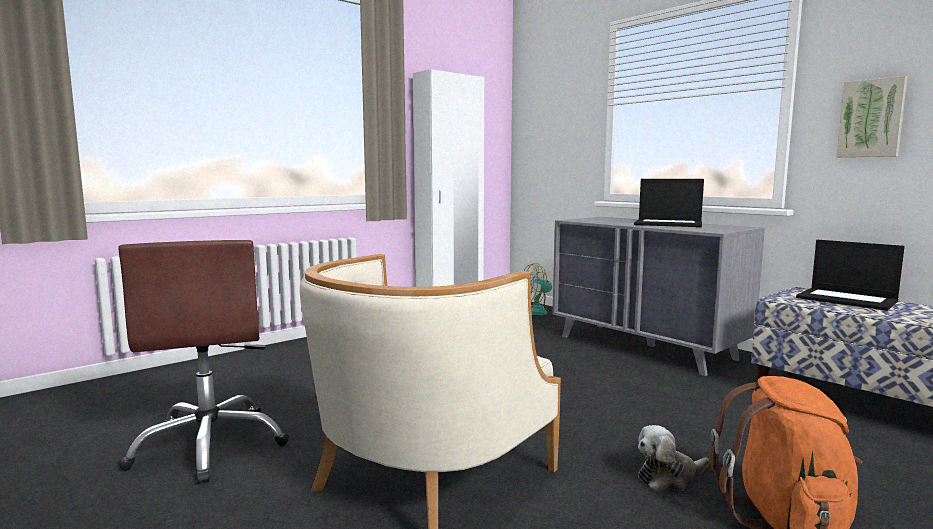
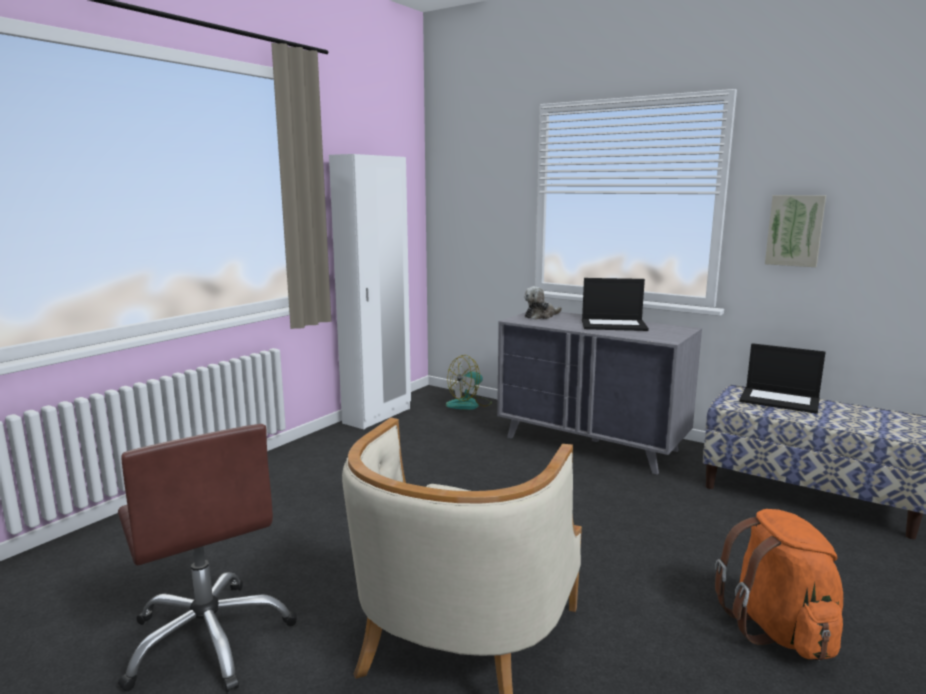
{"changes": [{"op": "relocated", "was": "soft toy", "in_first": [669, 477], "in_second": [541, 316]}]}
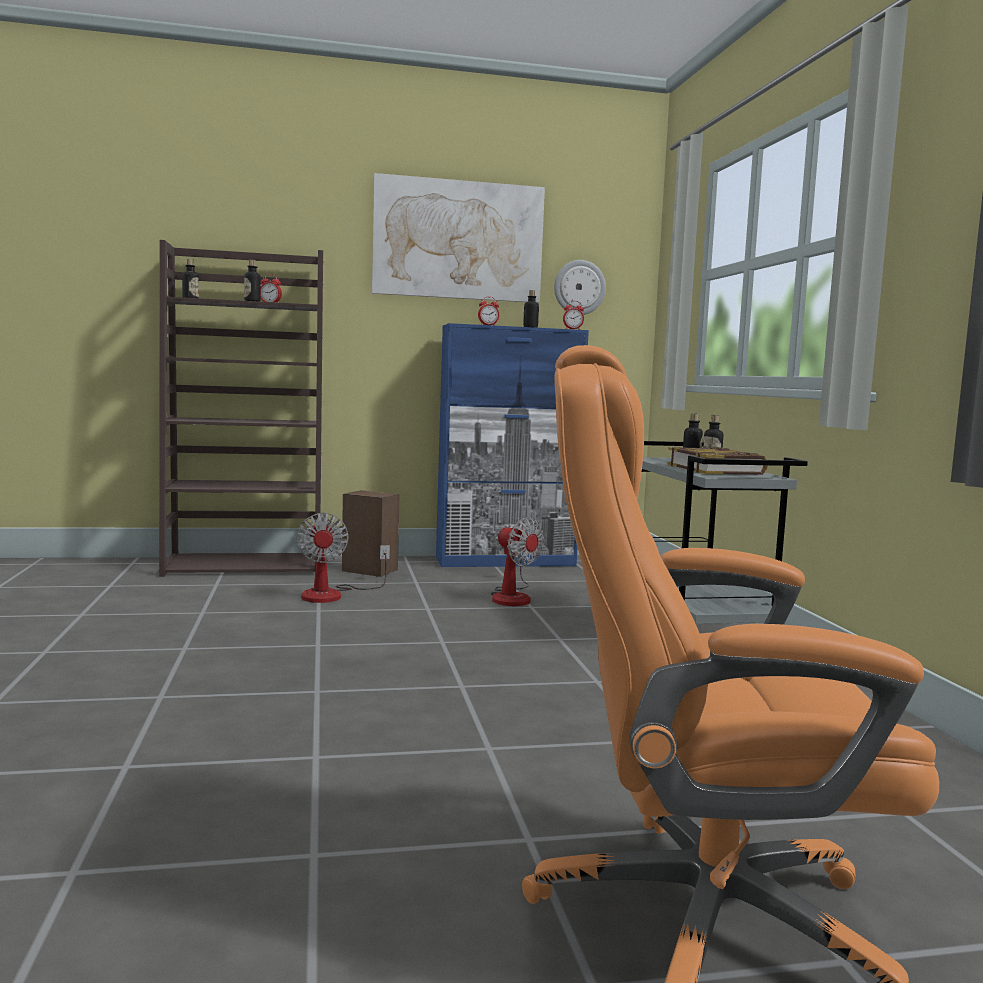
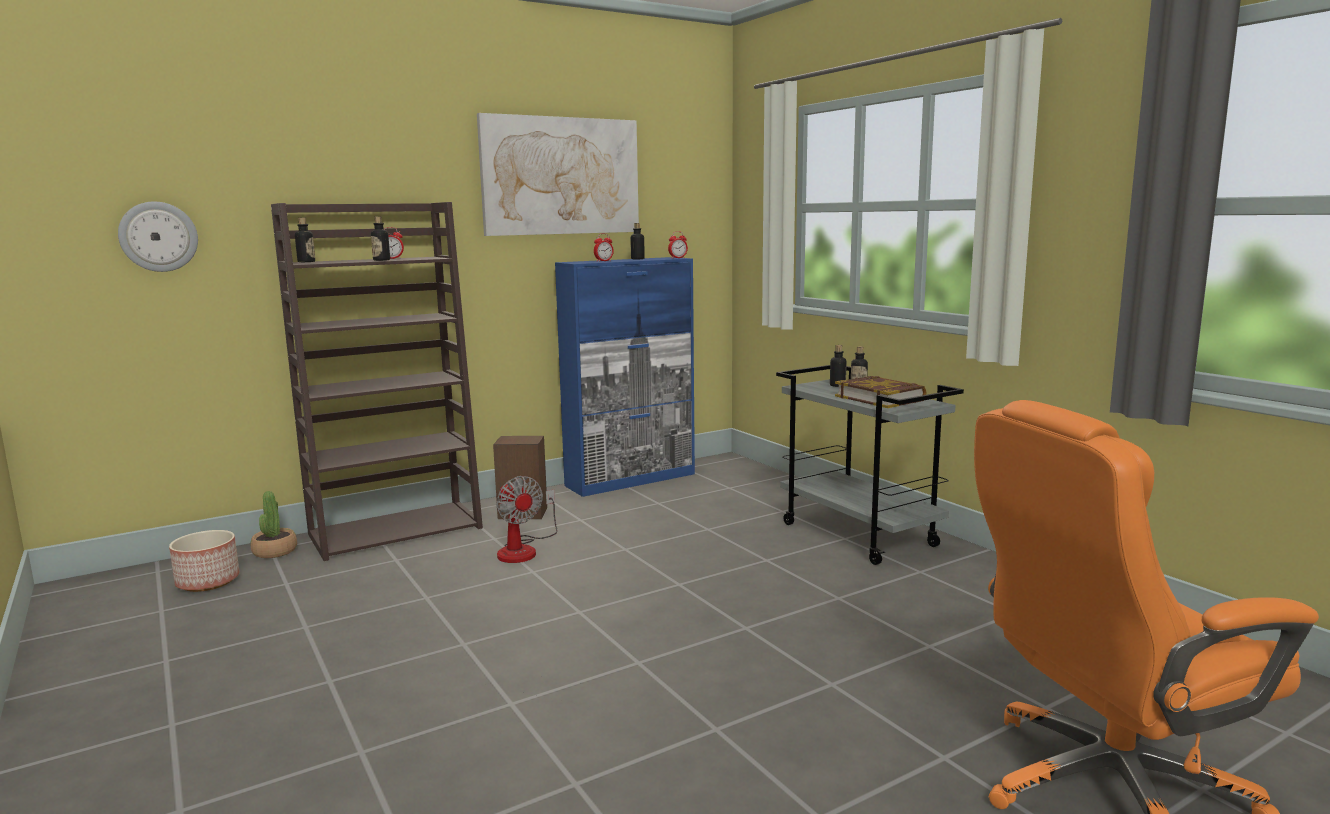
{"changes": [{"op": "relocated", "was": "hanging clock", "in_first": [579, 287], "in_second": [158, 236]}, {"op": "missing", "was": "cooling fan", "in_first": [512, 597]}, {"op": "appeared", "now": "potted plant", "in_second": [274, 551]}, {"op": "appeared", "now": "planter", "in_second": [209, 581]}]}
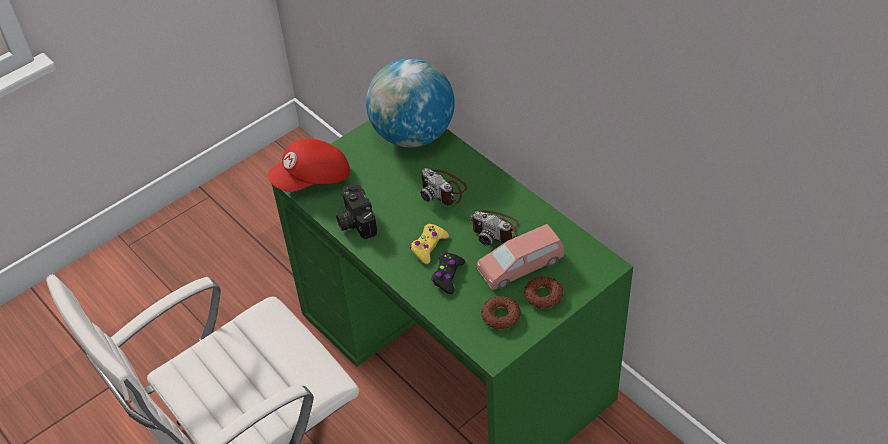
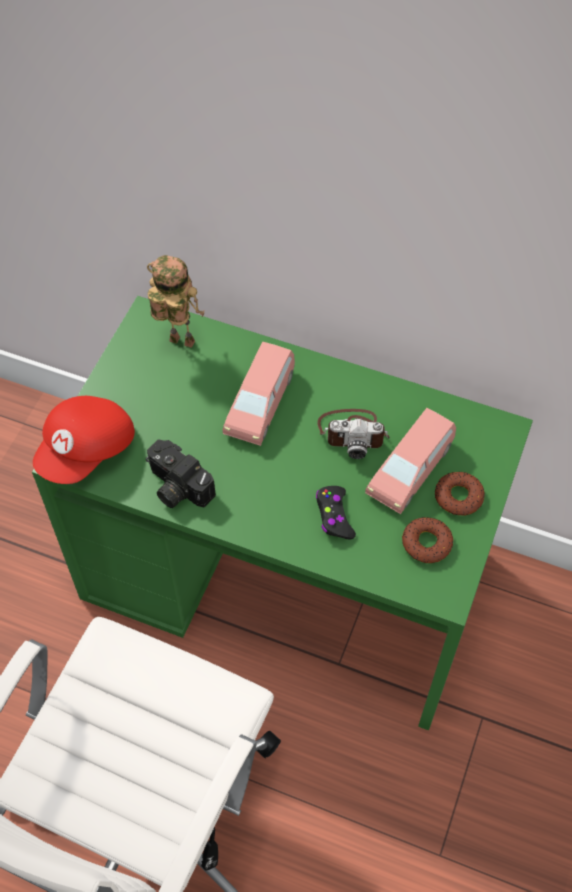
{"changes": [{"op": "exchanged", "was": "desk globe", "now": "toy robot", "in_first": [413, 135], "in_second": [179, 343]}, {"op": "exchanged", "was": "photo camera", "now": "pinkish toy car", "in_first": [443, 189], "in_second": [260, 403]}, {"op": "missing", "was": "yellow game controller", "in_first": [428, 246]}]}
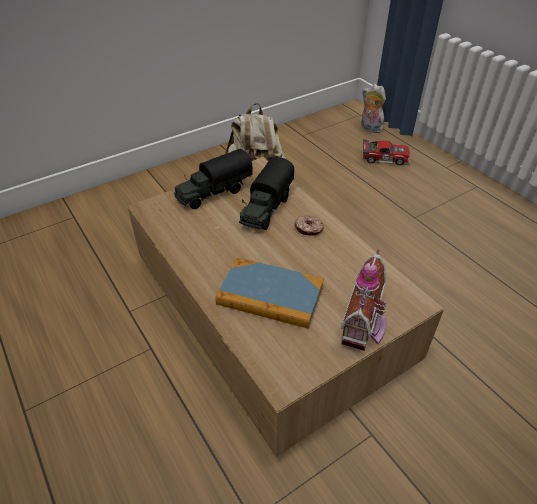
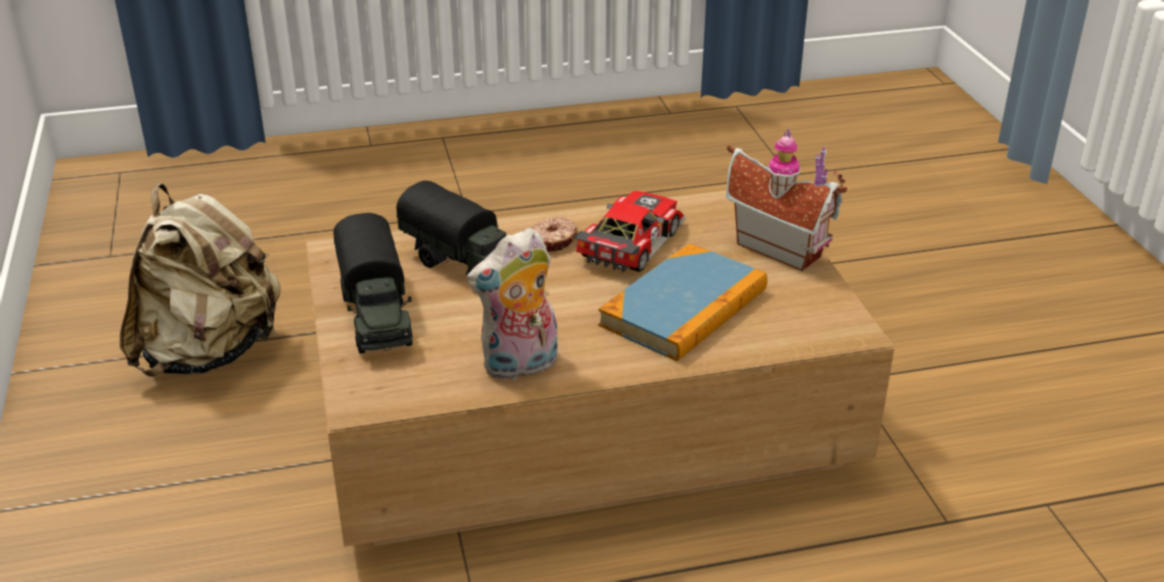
{"changes": [{"op": "relocated", "was": "soft toy", "in_first": [369, 128], "in_second": [520, 367]}, {"op": "relocated", "was": "toy car", "in_first": [384, 157], "in_second": [627, 243]}]}
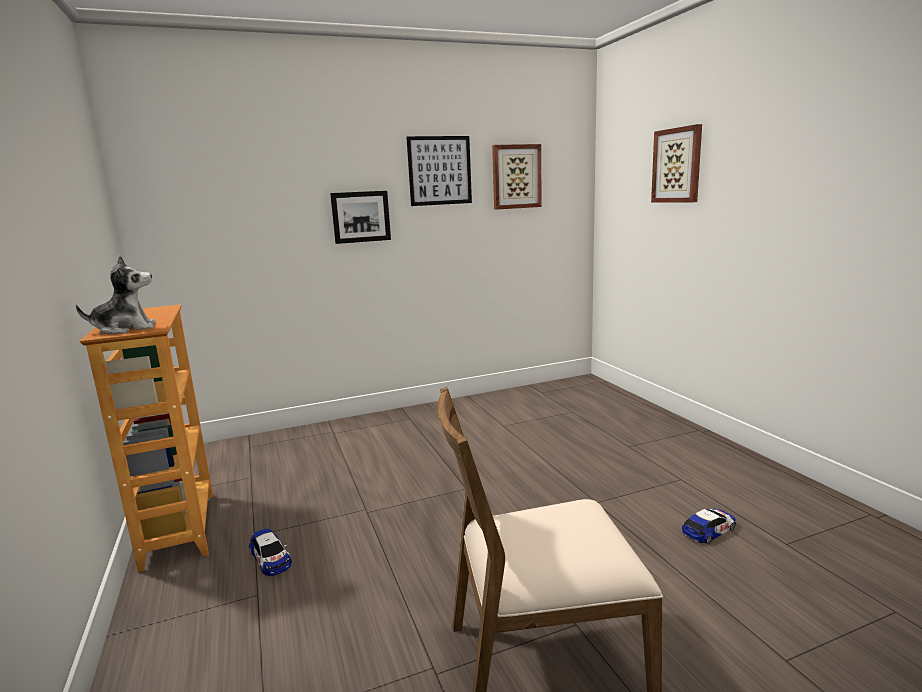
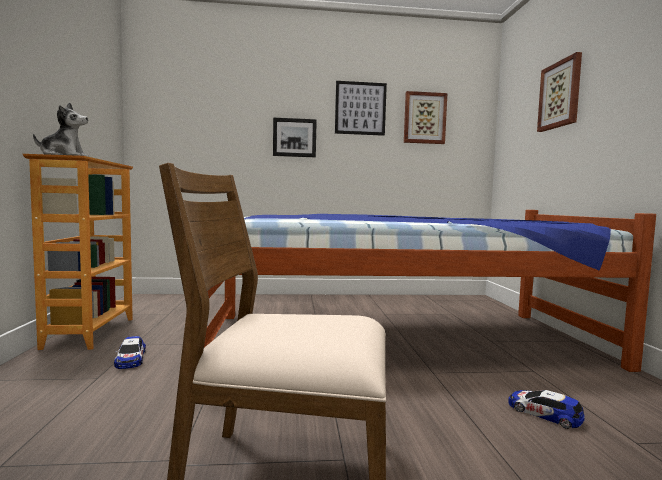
{"changes": [{"op": "spun", "was": "toy car", "in_first": [709, 530], "in_second": [544, 413], "clockwise": -120}, {"op": "appeared", "now": "bedroom bed", "in_second": [399, 339]}]}
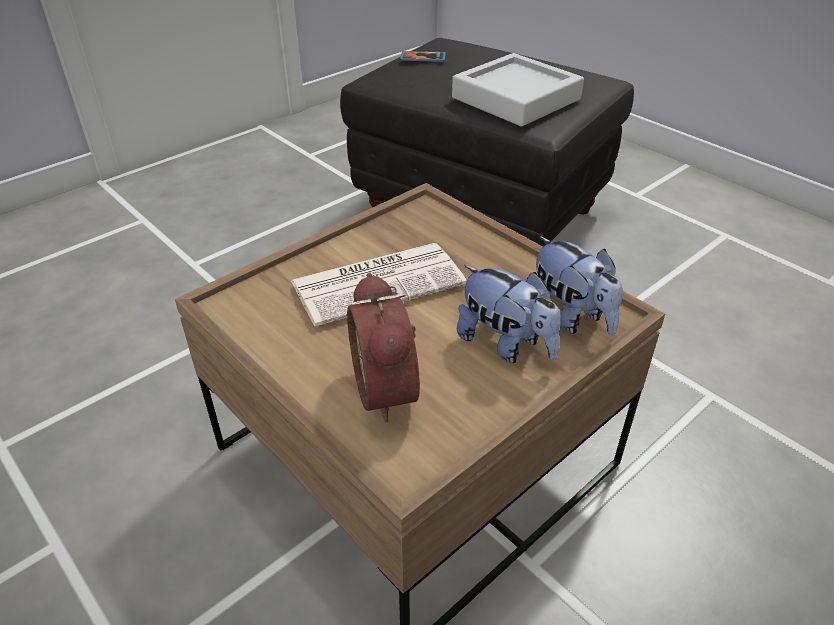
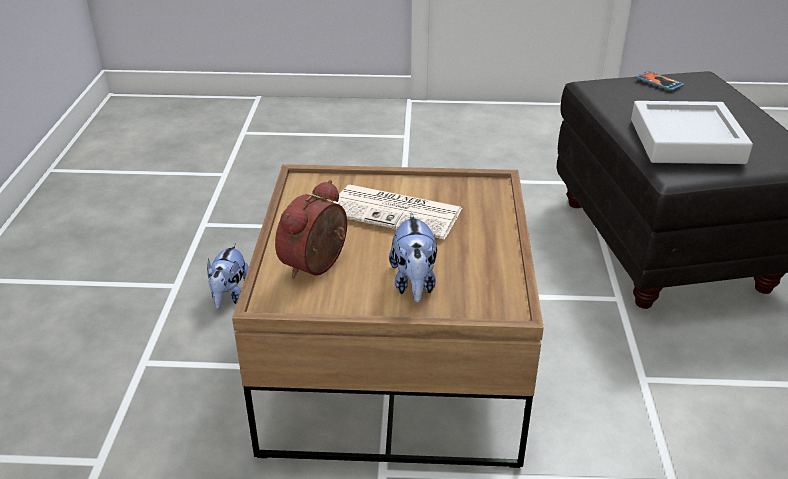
{"changes": [{"op": "relocated", "was": "soft toy", "in_first": [569, 317], "in_second": [229, 295]}]}
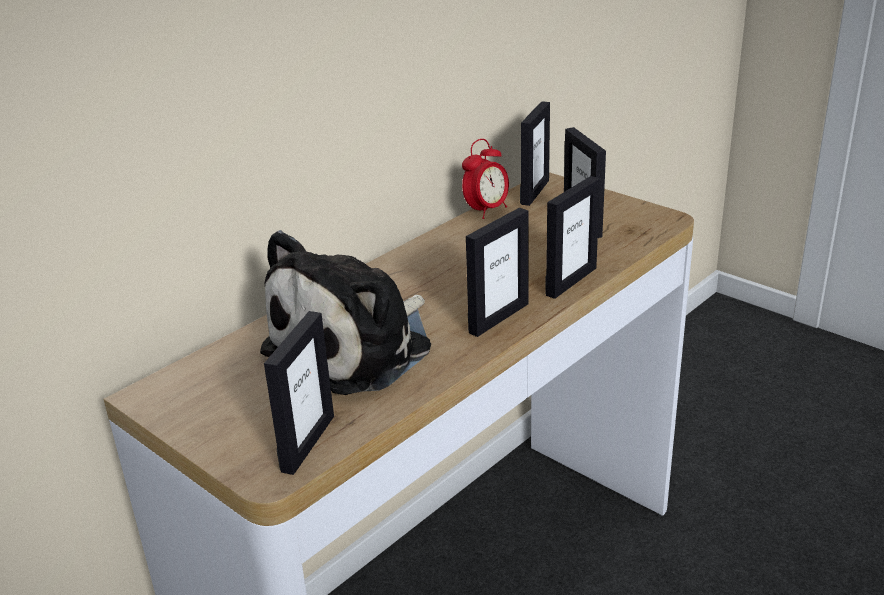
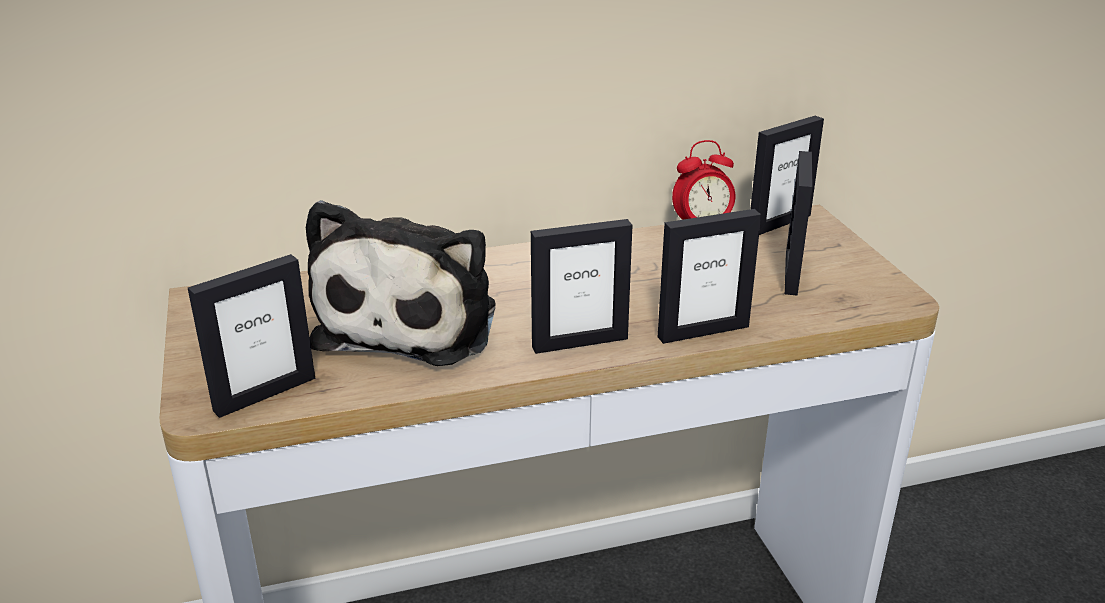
{"changes": [{"op": "spun", "was": "soft toy", "in_first": [356, 347], "in_second": [413, 321], "clockwise": -60}]}
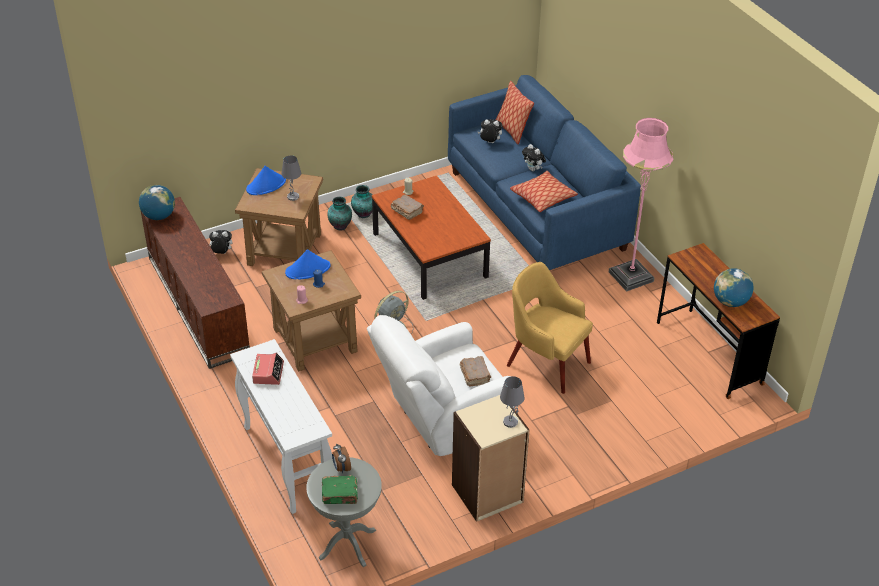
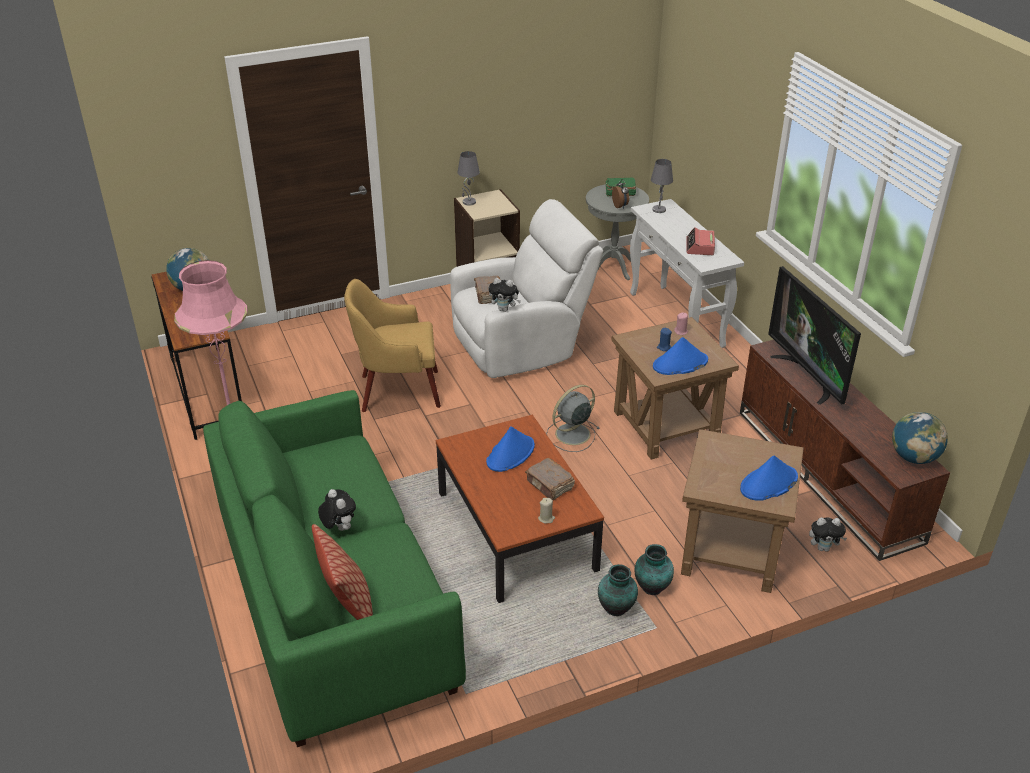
{"changes": [{"op": "colour", "was": "blue-coloured sofa", "now": "green sofa", "in_first": [536, 210], "in_second": [334, 602]}, {"op": "relocated", "was": "soft toy", "in_first": [489, 143], "in_second": [504, 309]}, {"op": "relocated", "was": "gray tabletop lamp", "in_first": [293, 197], "in_second": [659, 209]}, {"op": "missing", "was": "cushion", "in_first": [543, 197]}, {"op": "spun", "was": "yellow lounge chair", "in_first": [546, 362], "in_second": [397, 391], "clockwise": 135}, {"op": "appeared", "now": "TV", "in_second": [807, 376]}, {"op": "appeared", "now": "blue-coloured clothing hat", "in_second": [510, 454]}]}
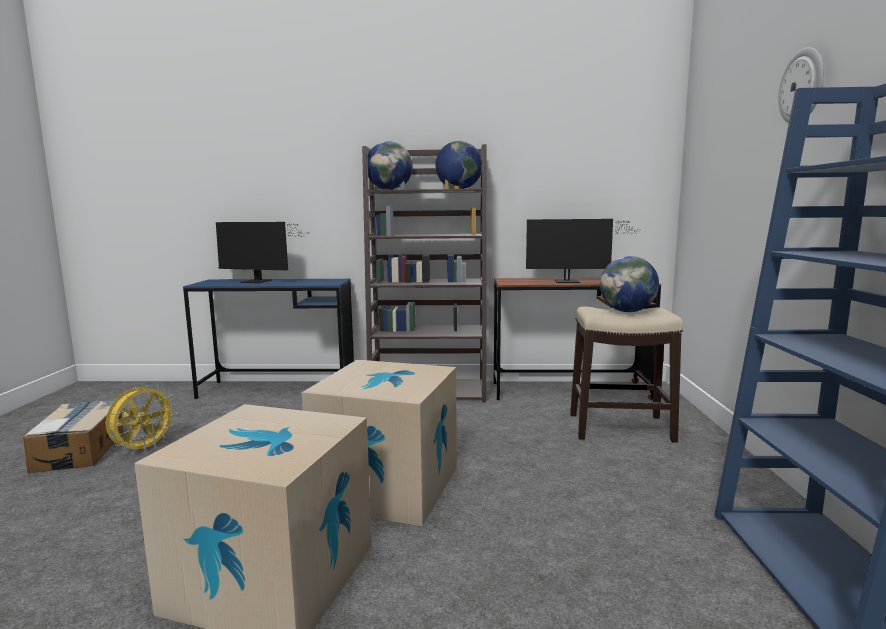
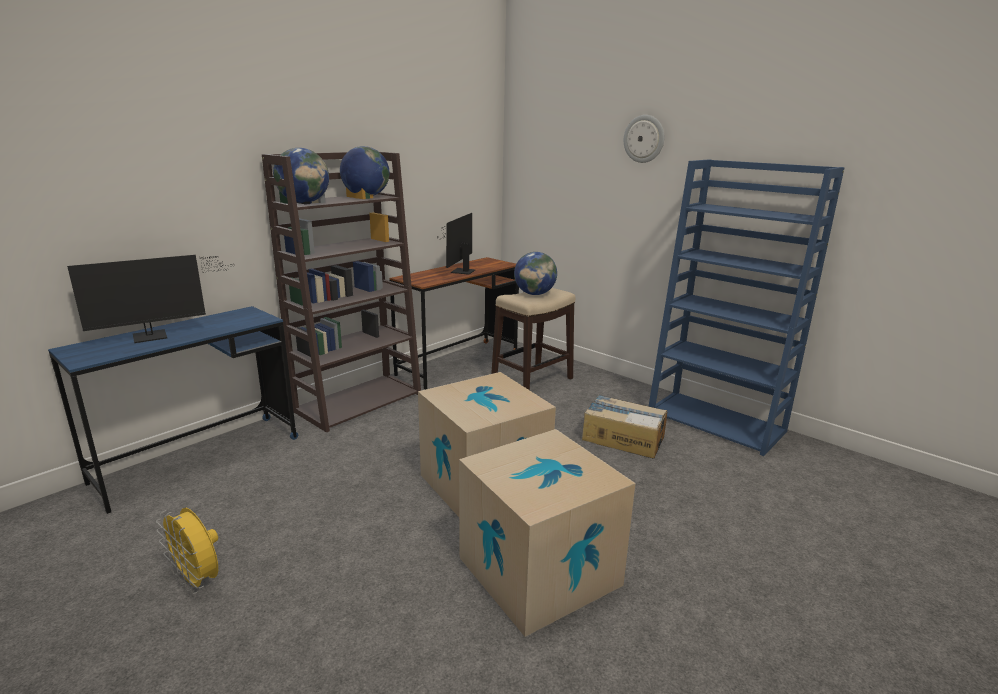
{"changes": [{"op": "spun", "was": "computer screen", "in_first": [571, 281], "in_second": [461, 272], "clockwise": 150}, {"op": "spun", "was": "yellow cooling fan", "in_first": [144, 449], "in_second": [198, 581], "clockwise": 150}, {"op": "relocated", "was": "carton", "in_first": [80, 450], "in_second": [622, 438]}]}
